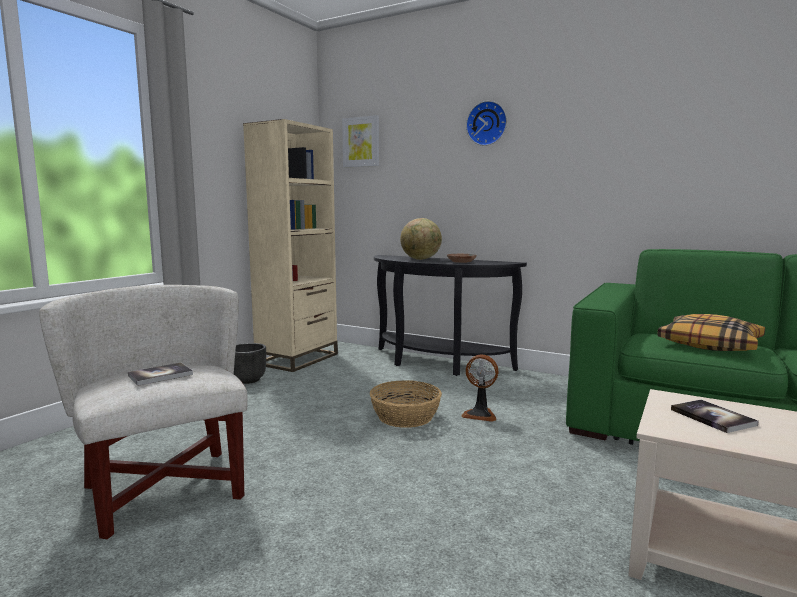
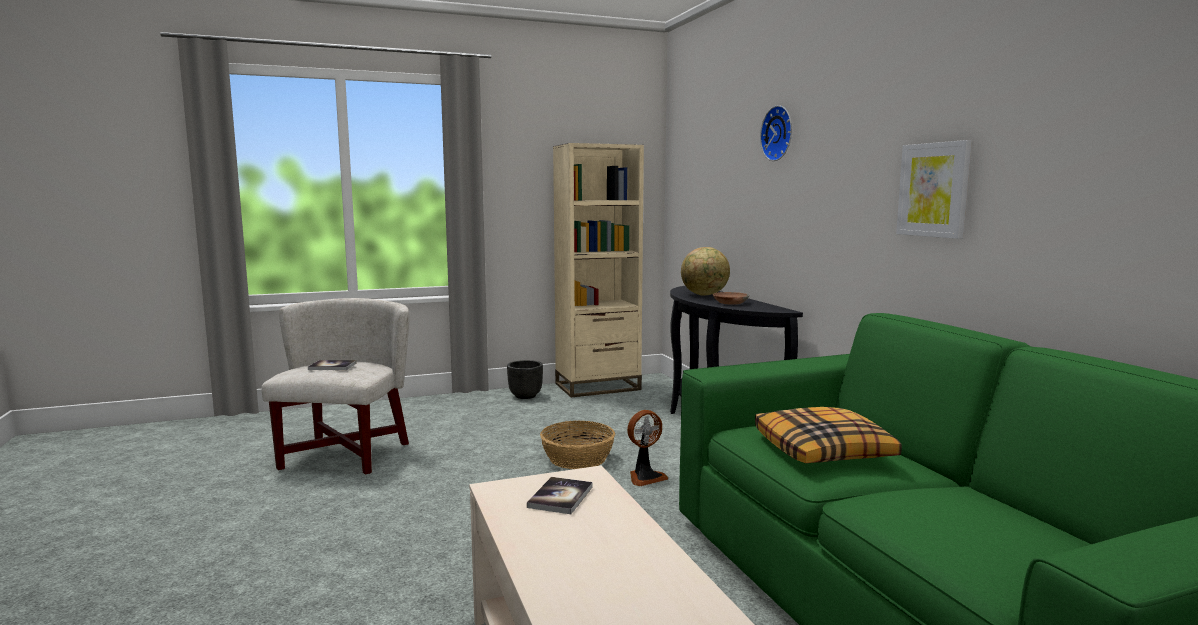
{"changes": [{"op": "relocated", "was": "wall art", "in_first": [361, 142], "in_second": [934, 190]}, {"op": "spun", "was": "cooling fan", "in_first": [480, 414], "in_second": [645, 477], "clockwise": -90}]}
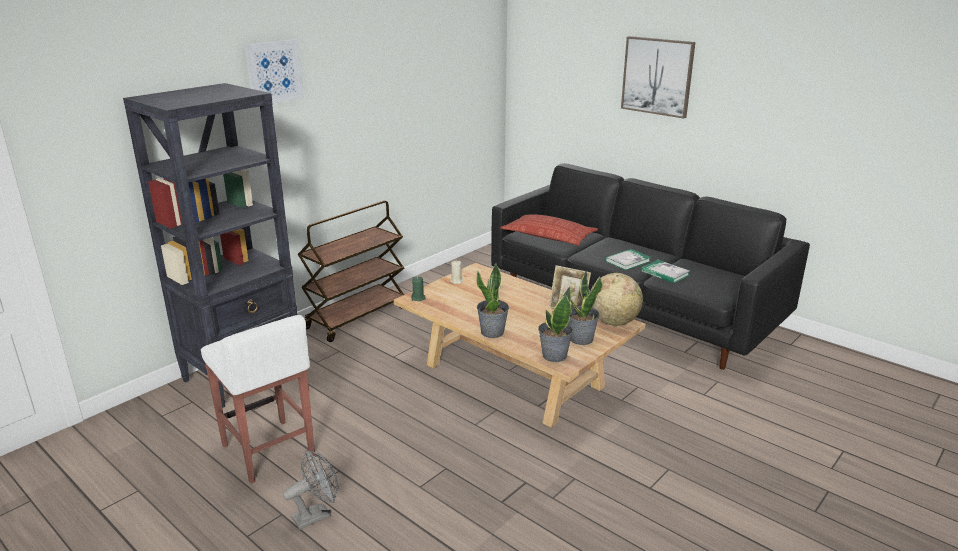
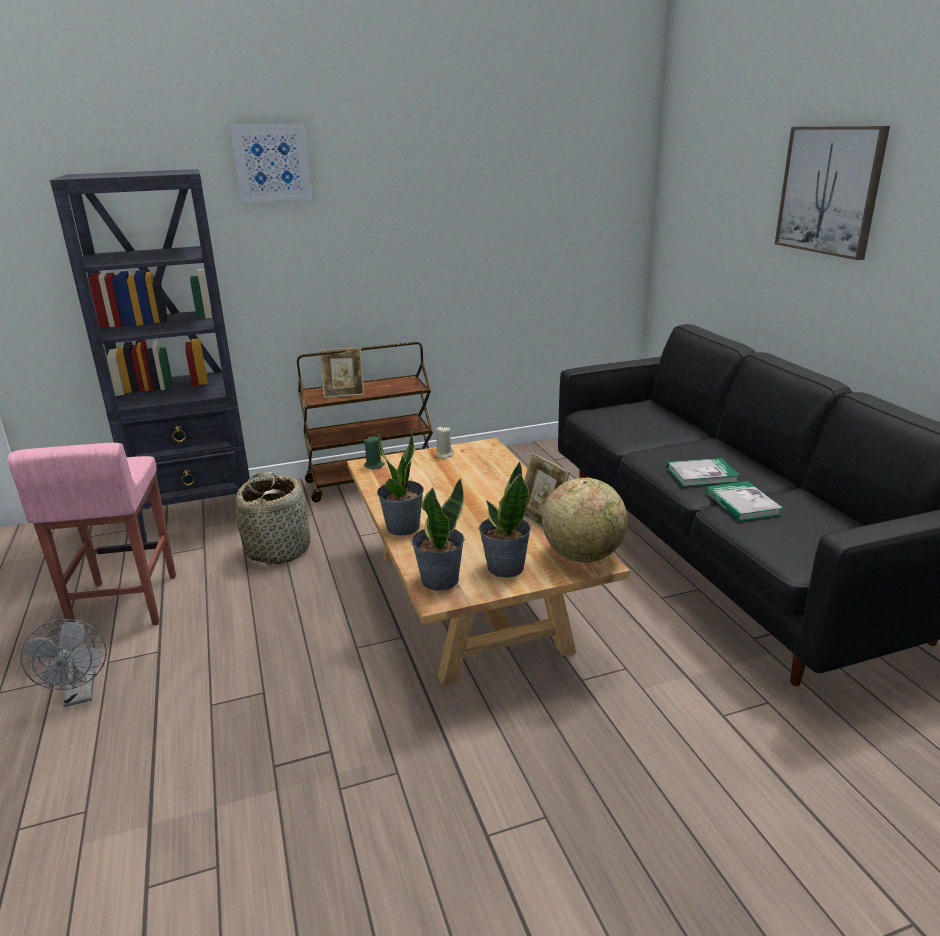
{"changes": [{"op": "missing", "was": "cushion", "in_first": [549, 235]}, {"op": "colour", "was": "white sitting stool", "now": "pinkish sitting stool", "in_first": [268, 451], "in_second": [125, 604]}, {"op": "spun", "was": "gray cooling fan", "in_first": [317, 514], "in_second": [80, 695], "clockwise": 75}, {"op": "appeared", "now": "standing frame", "in_second": [344, 394]}, {"op": "appeared", "now": "household basket", "in_second": [278, 549]}]}
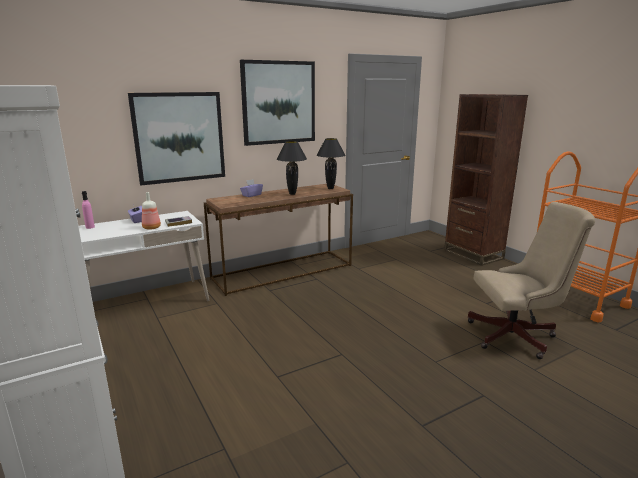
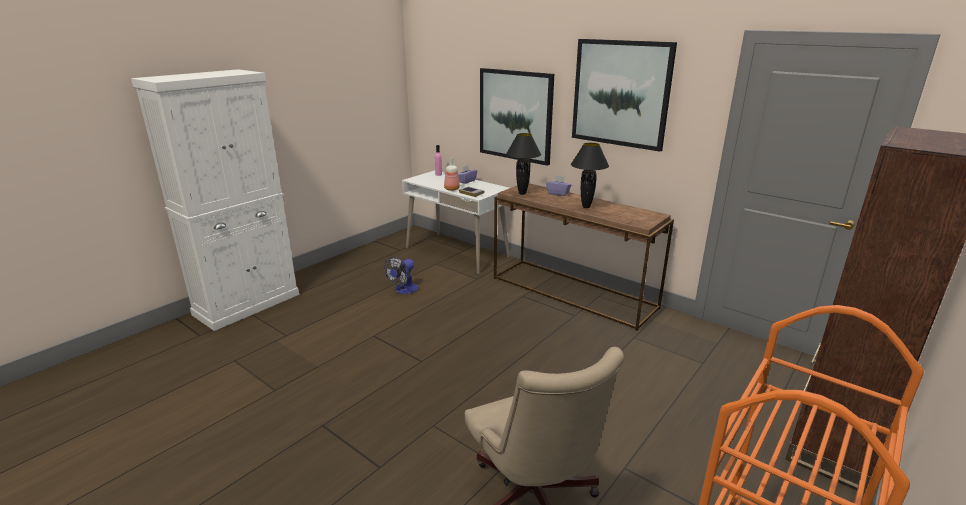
{"changes": [{"op": "relocated", "was": "black-coloured tabletop lamp", "in_first": [330, 188], "in_second": [522, 193]}, {"op": "appeared", "now": "cooling fan", "in_second": [403, 290]}]}
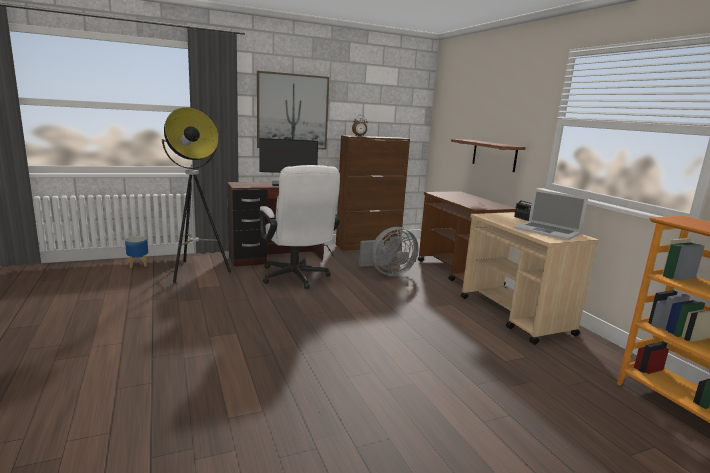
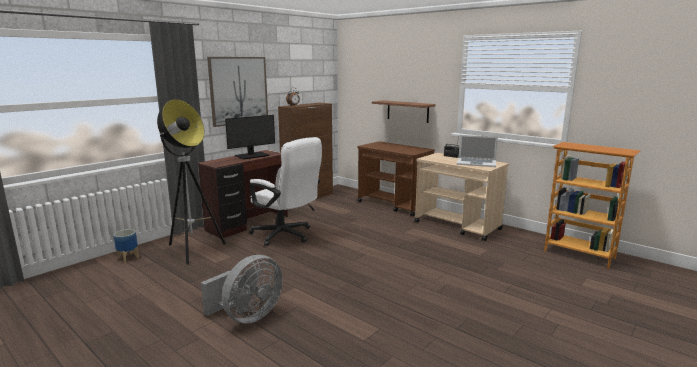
{"changes": [{"op": "relocated", "was": "gray cooling fan", "in_first": [388, 273], "in_second": [247, 316]}]}
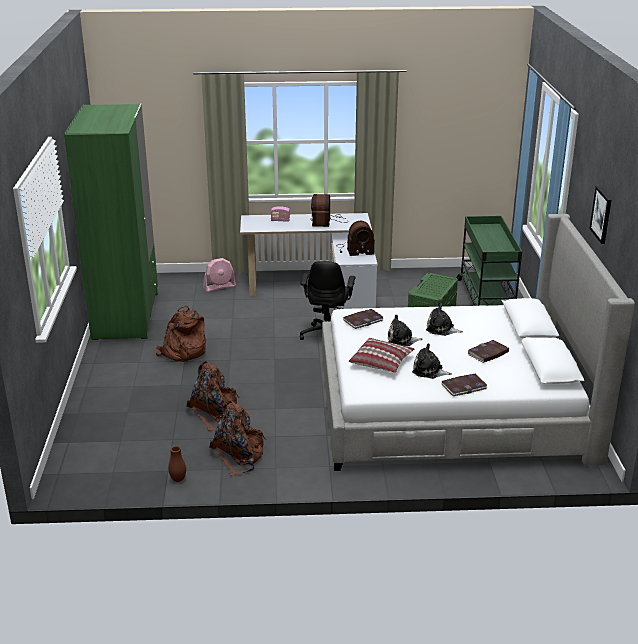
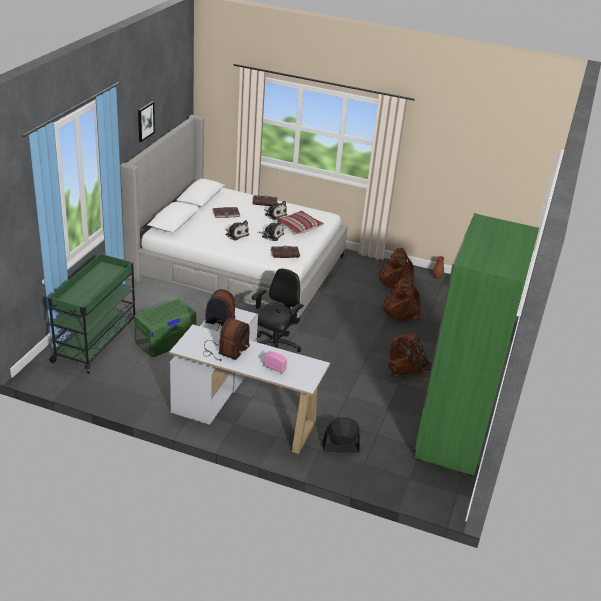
{"changes": [{"op": "colour", "was": "pinkish cooling fan", "now": "black-coloured cooling fan", "in_first": [219, 287], "in_second": [341, 447]}]}
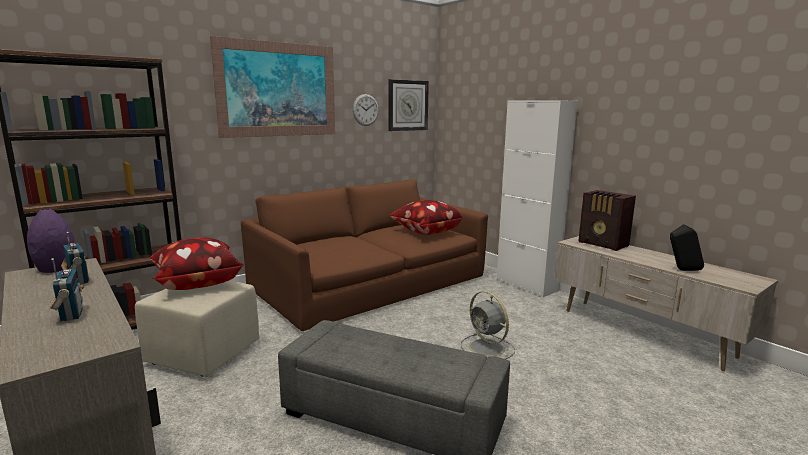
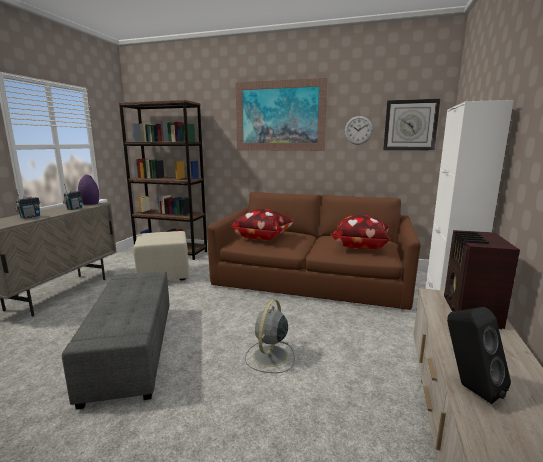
{"changes": [{"op": "relocated", "was": "cushion", "in_first": [197, 283], "in_second": [262, 238]}]}
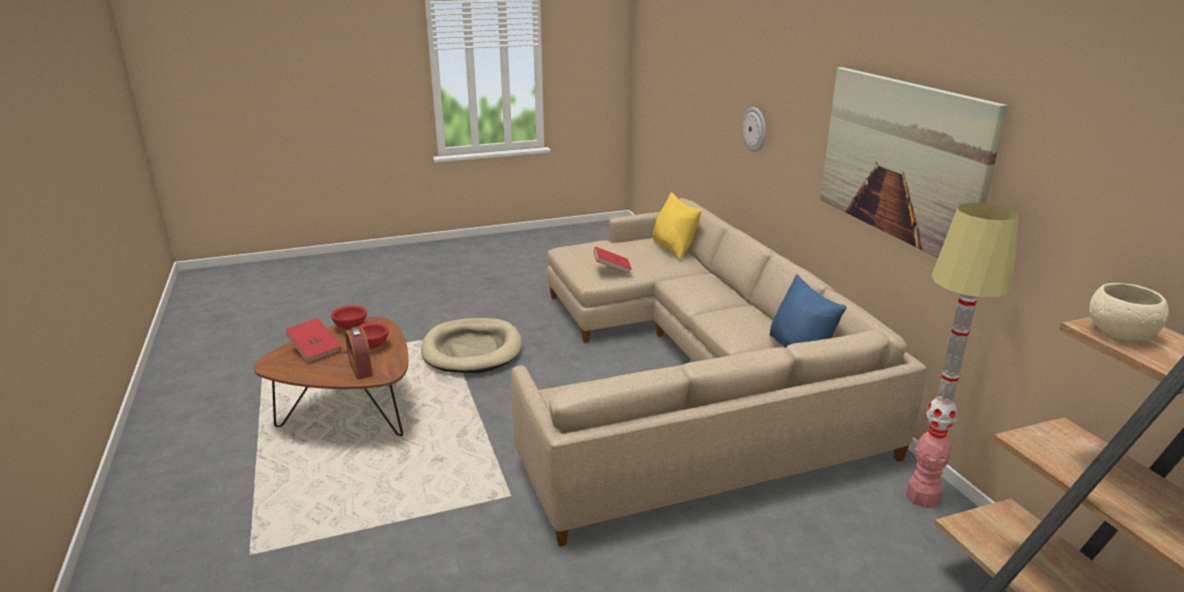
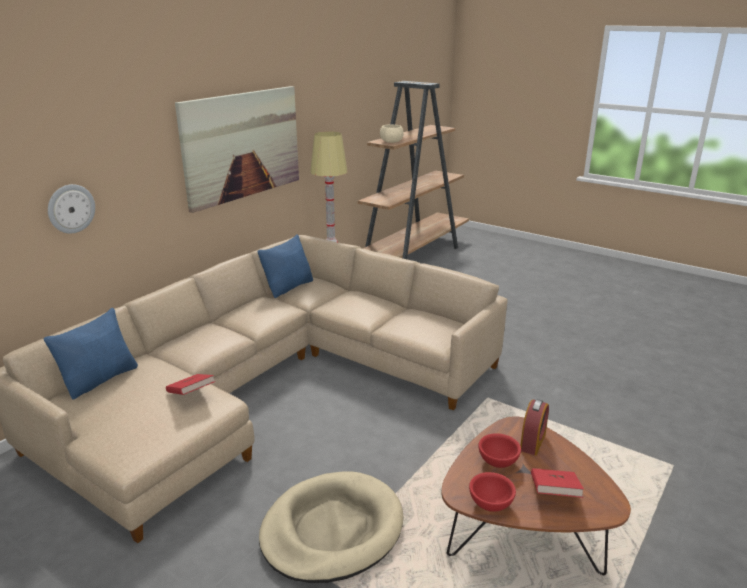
{"changes": [{"op": "colour", "was": "yellow cushion", "now": "blue-coloured cushion", "in_first": [673, 249], "in_second": [100, 379]}]}
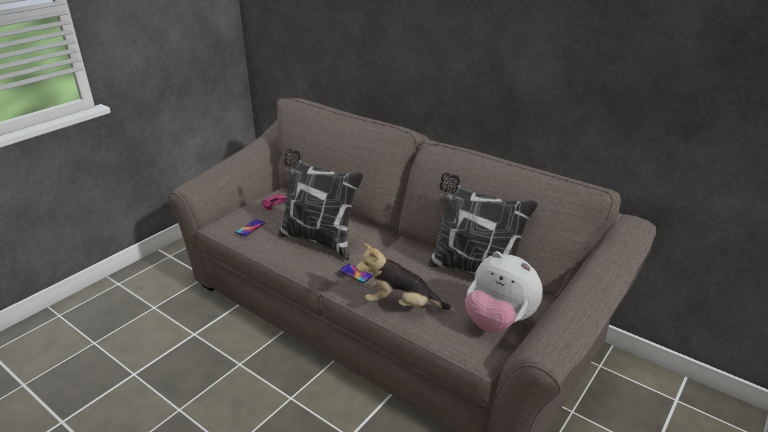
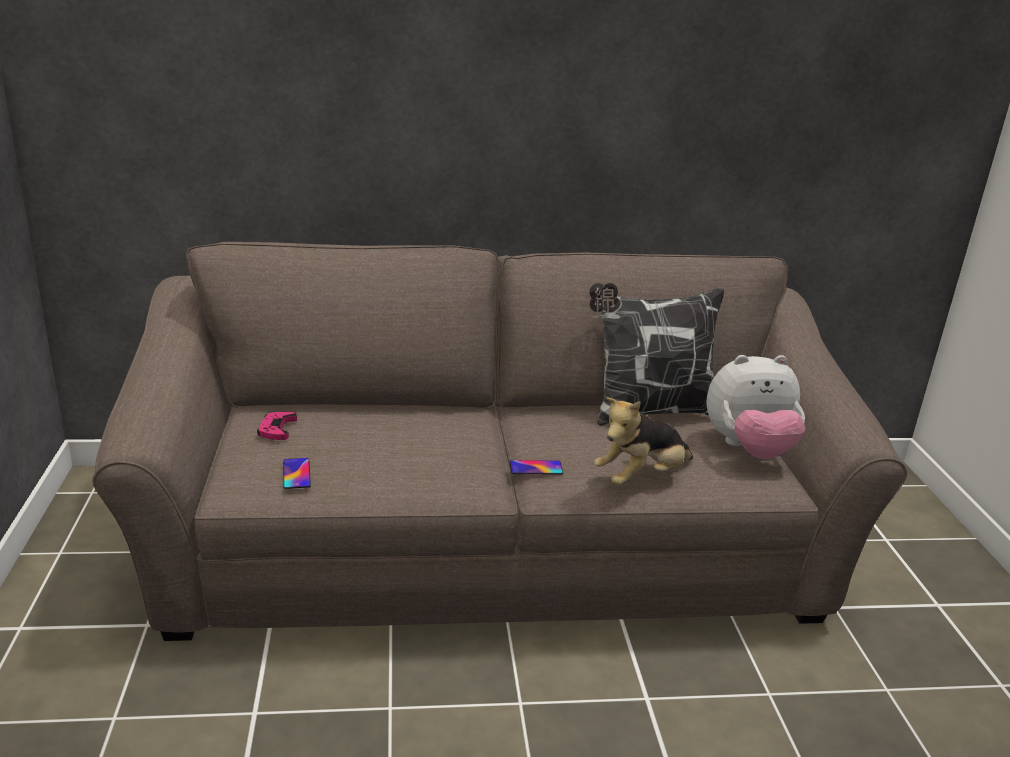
{"changes": [{"op": "missing", "was": "cushion", "in_first": [319, 240]}]}
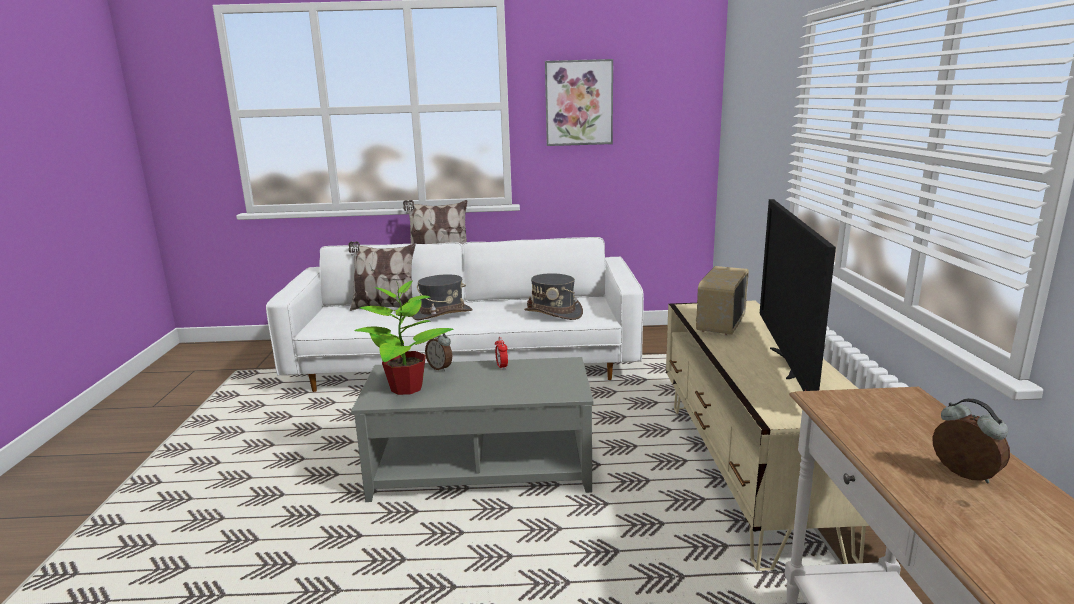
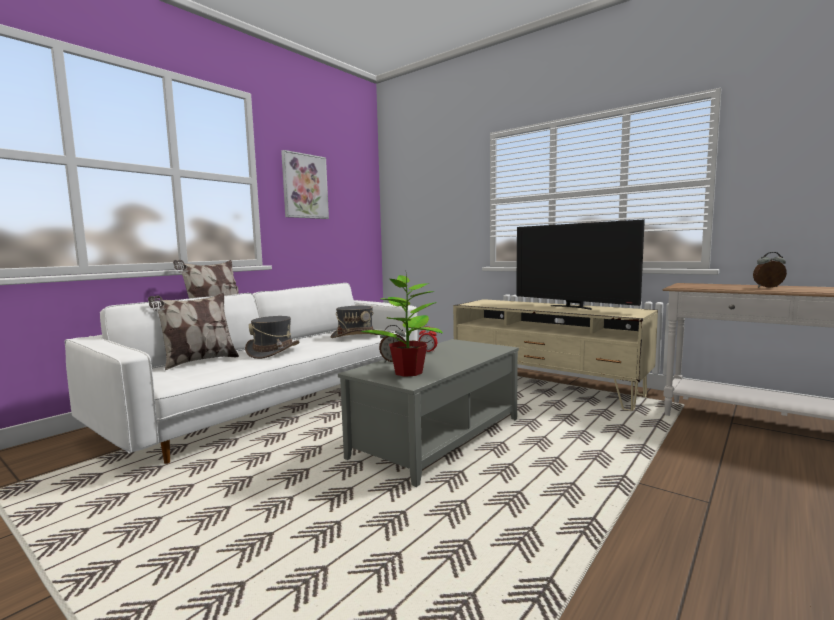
{"changes": [{"op": "missing", "was": "radio receiver", "in_first": [720, 325]}]}
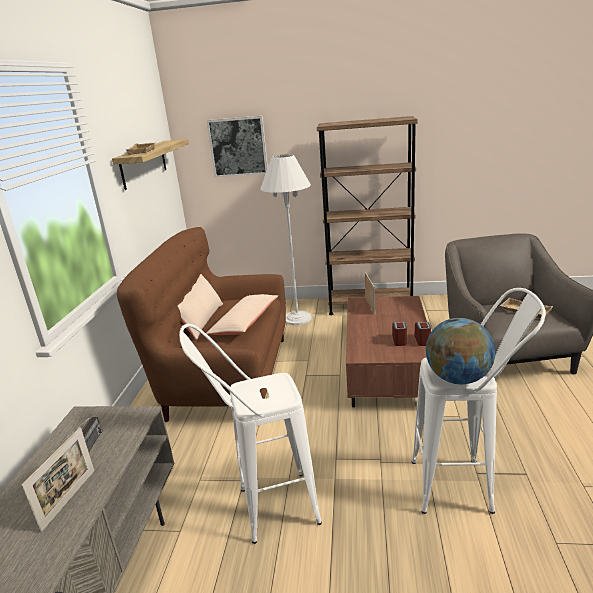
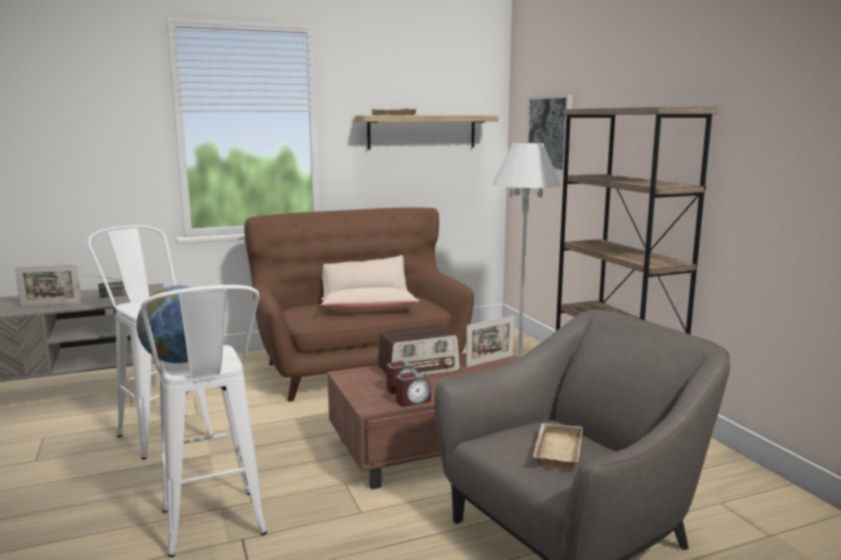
{"changes": [{"op": "appeared", "now": "radio receiver", "in_second": [419, 369]}]}
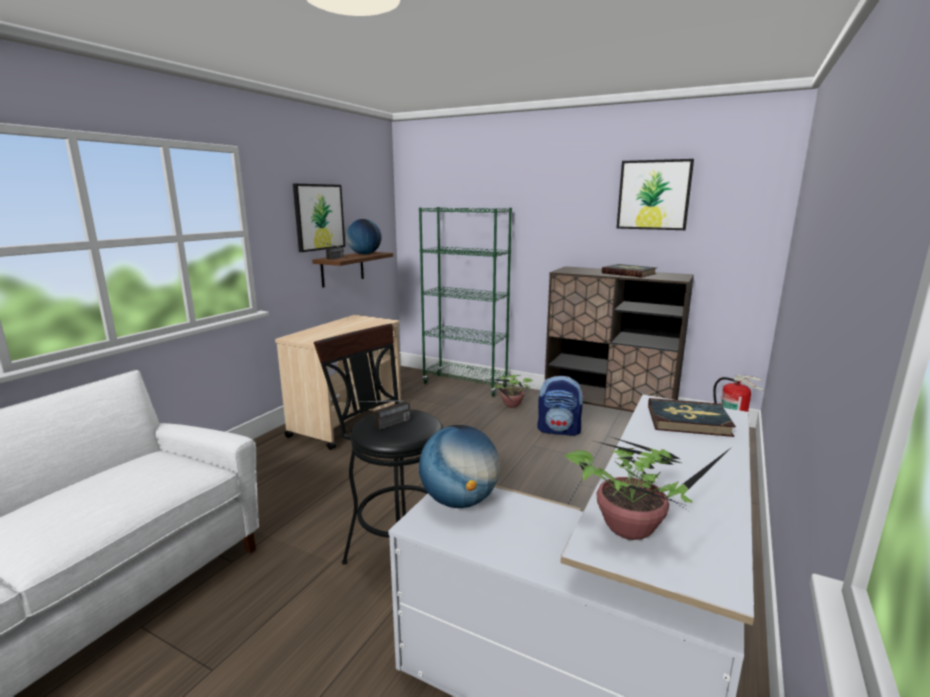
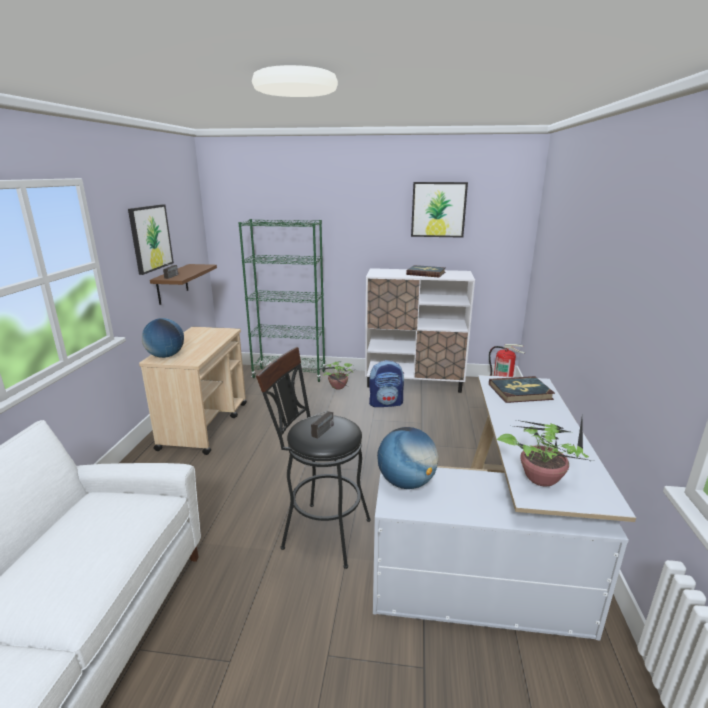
{"changes": [{"op": "relocated", "was": "desk globe", "in_first": [364, 254], "in_second": [166, 356]}, {"op": "colour", "was": "brown cabinet", "now": "white cabinet", "in_first": [609, 413], "in_second": [414, 382]}]}
